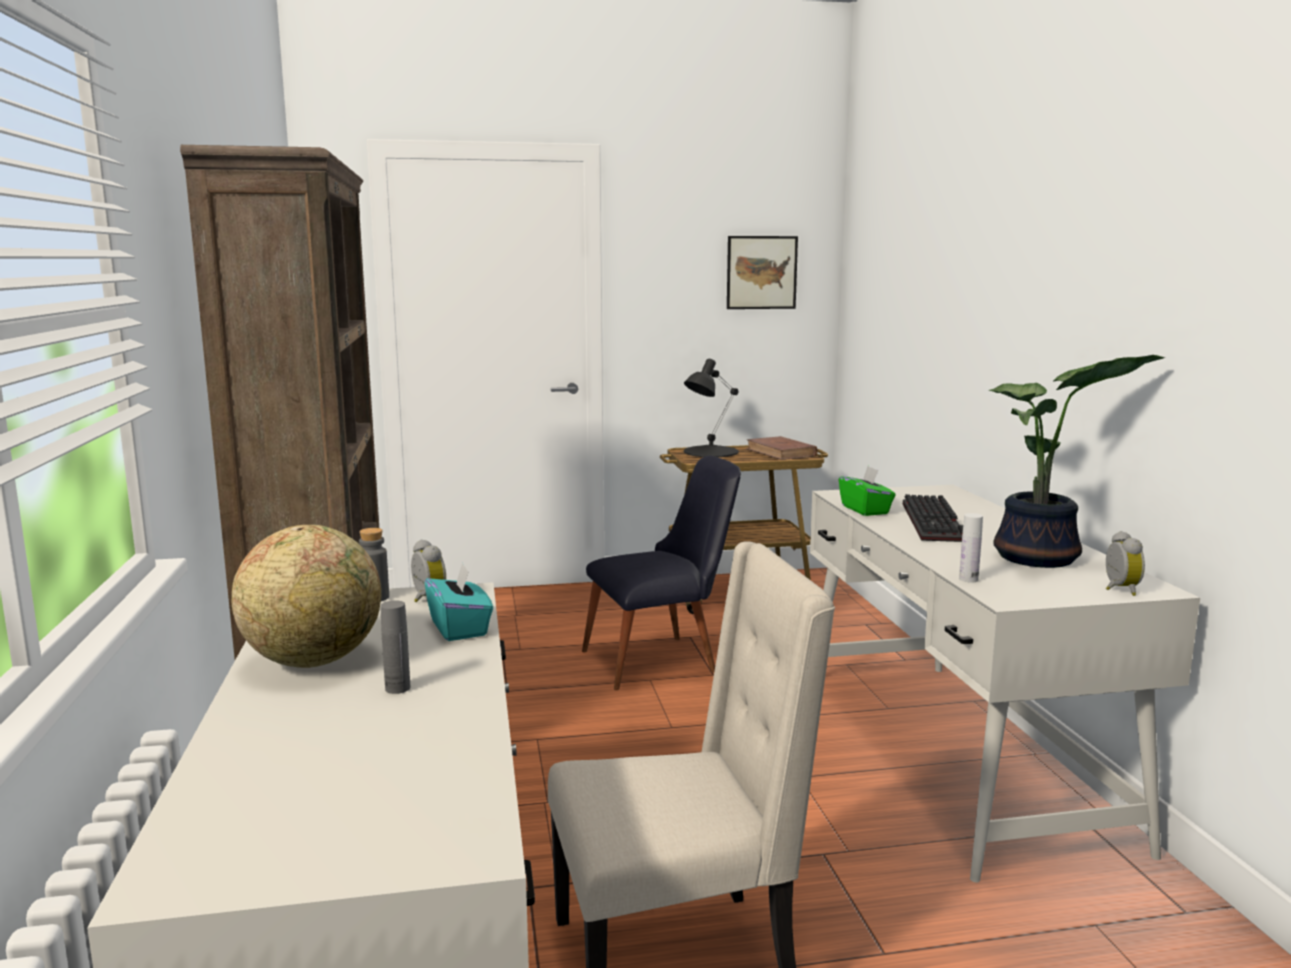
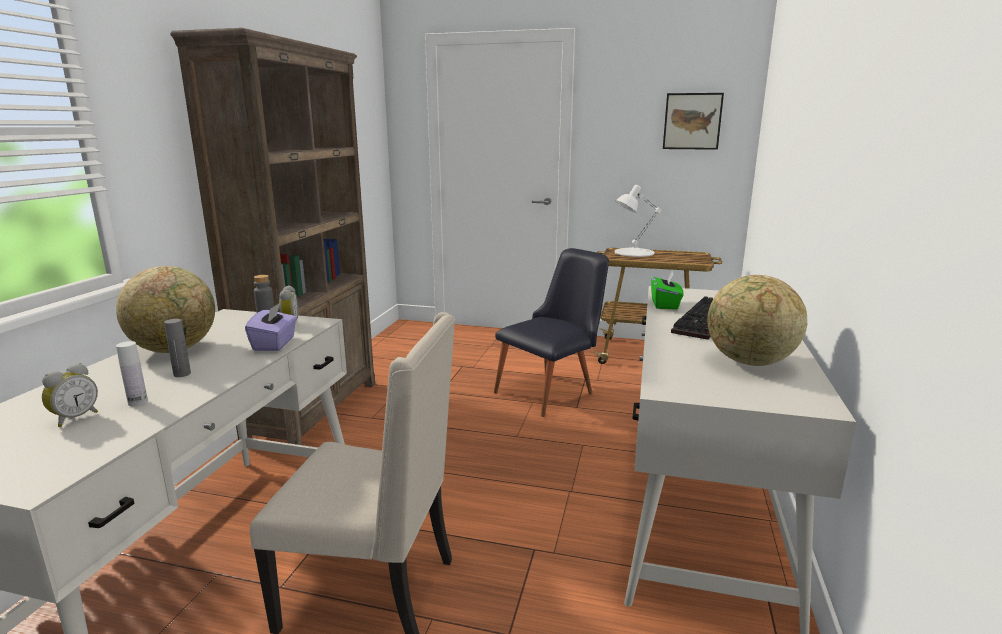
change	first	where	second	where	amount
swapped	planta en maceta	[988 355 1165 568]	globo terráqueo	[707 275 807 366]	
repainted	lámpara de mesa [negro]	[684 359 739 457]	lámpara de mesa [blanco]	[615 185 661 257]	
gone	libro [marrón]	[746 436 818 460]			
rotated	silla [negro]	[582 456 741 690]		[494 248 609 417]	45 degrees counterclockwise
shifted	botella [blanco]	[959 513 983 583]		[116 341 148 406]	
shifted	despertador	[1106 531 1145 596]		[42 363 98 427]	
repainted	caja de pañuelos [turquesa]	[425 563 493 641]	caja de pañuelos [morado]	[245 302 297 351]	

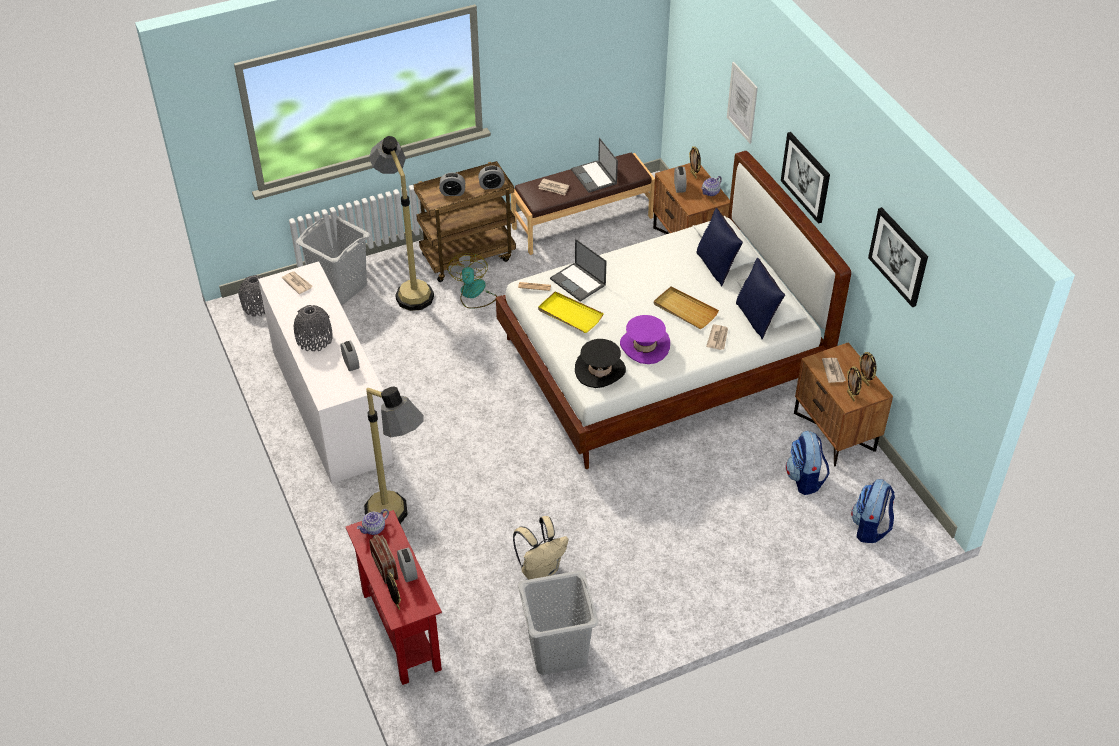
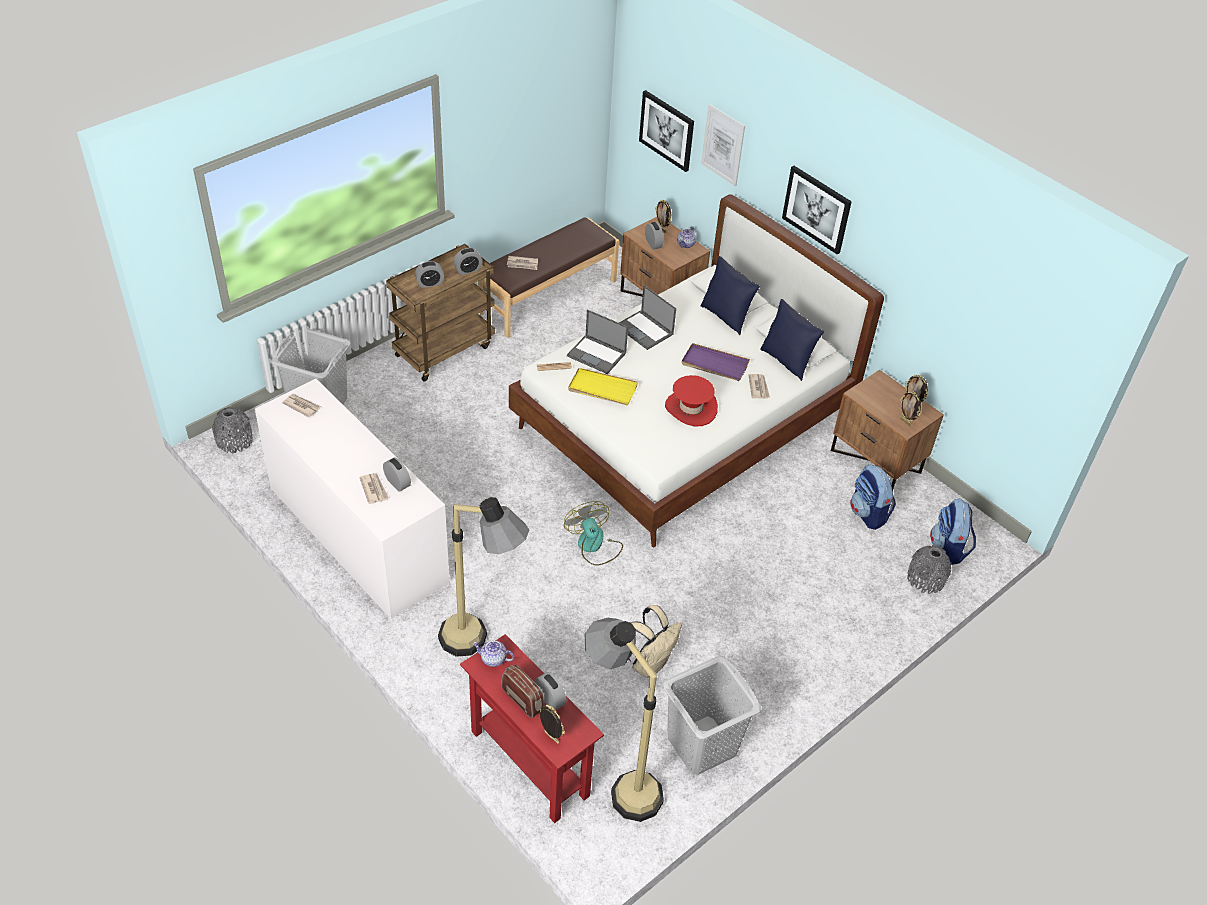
change	first	where	second	where	amount
shifted	lámpara de pie	[369 136 434 311]		[585 618 664 822]	
shifted	portátil	[571 138 618 193]		[619 285 676 350]	
shifted	cuadro	[868 207 928 307]		[639 90 694 172]	
shifted	ventilador	[447 253 497 309]		[564 501 623 566]	
repainted	bandeja [beis]	[654 287 719 329]	bandeja [morado]	[682 343 750 381]	
shifted	florero [gris]	[294 305 333 351]		[907 545 951 594]	
repainted	sombrero [morado]	[620 315 670 364]	sombrero [rojo]	[665 375 718 427]	
gone	sombrero [negro]	[575 339 626 388]			
shifted	periódico	[822 358 846 383]		[359 473 389 504]	
rotated	tetera	[357 509 389 535]		[473 640 514 667]	75 degrees clockwise

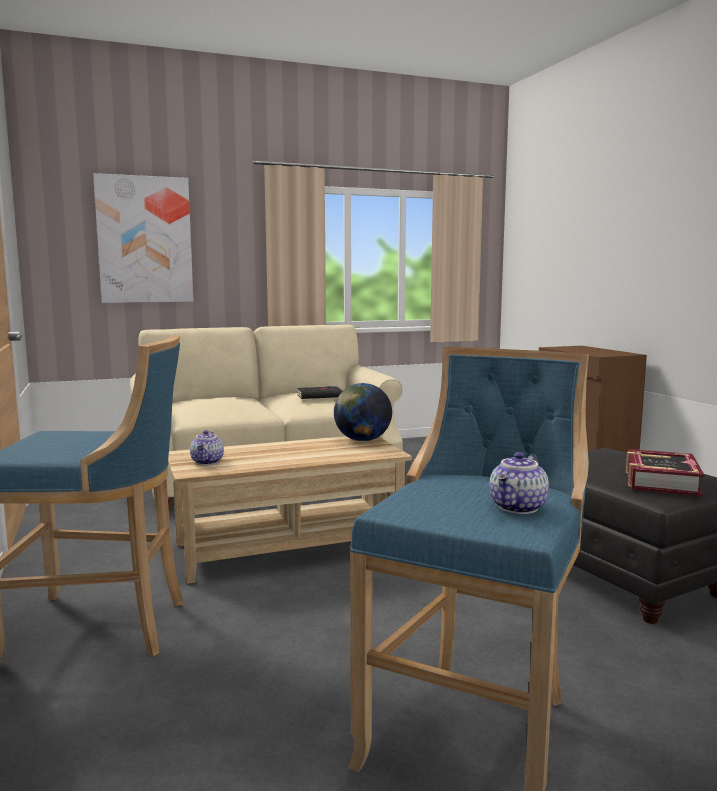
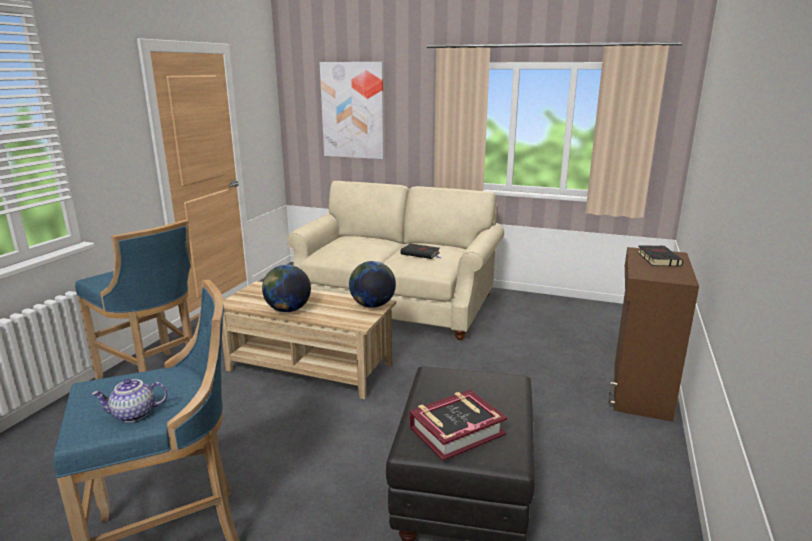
change	first	where	second	where	amount
gone	tetera	[190 430 224 465]			
new			libro [negro]	[638 245 683 267]	
new			globo terráqueo	[262 265 311 312]	

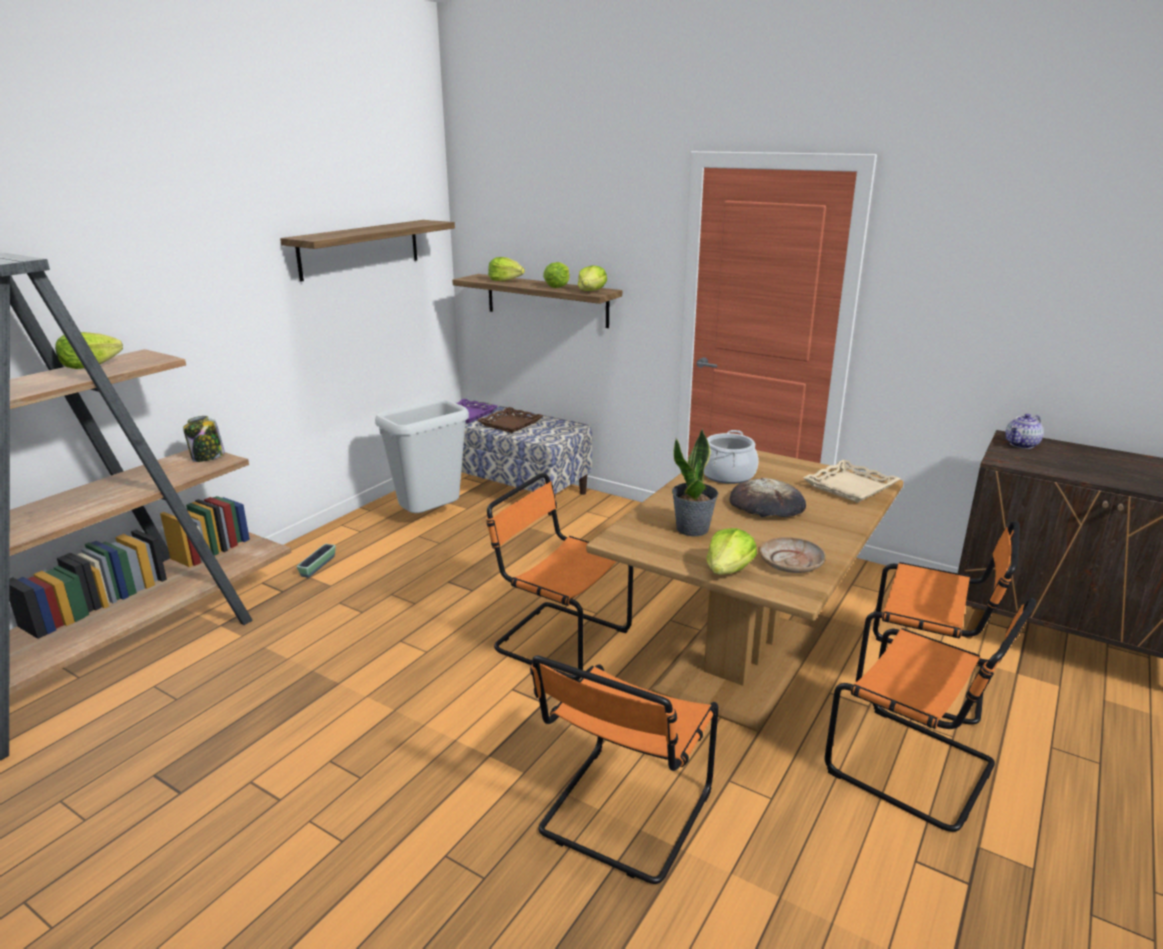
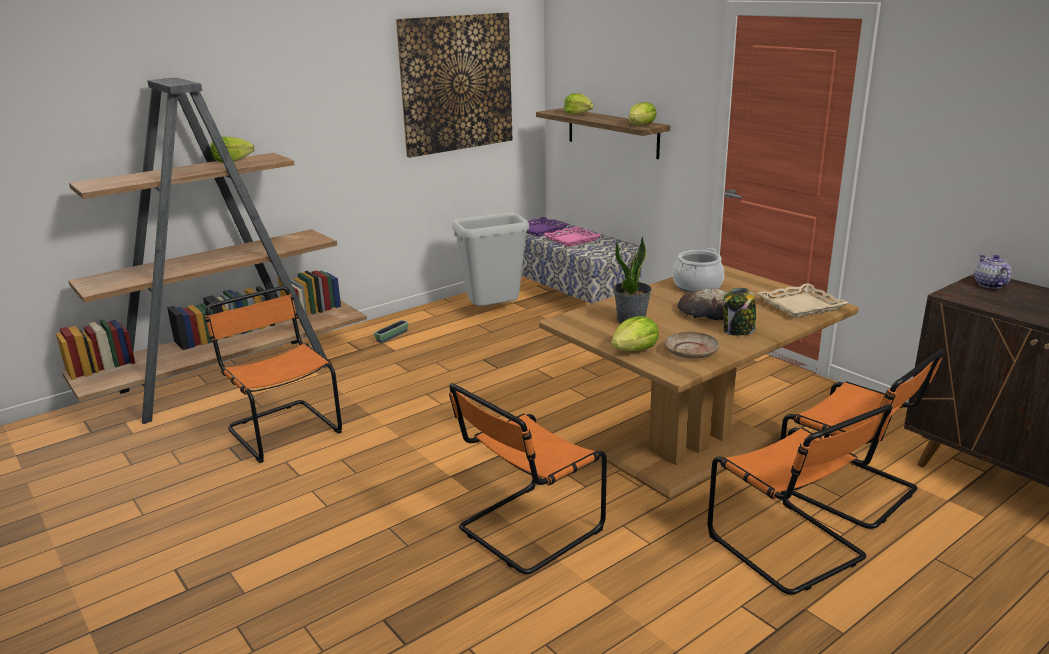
change	first	where	second	where	amount
swapped	estante	[280 220 455 282]	cuadro	[396 13 512 158]	
gone	lechuga	[543 262 569 288]			
repainted	bandeja [marrón]	[477 407 543 433]	bandeja [rosa]	[544 226 601 247]	
rotated	tetera	[1005 414 1044 449]		[974 255 1012 289]	105 degrees clockwise
shifted	tarro	[183 416 225 462]		[723 288 756 336]	
shifted	silla [naranja]	[486 473 633 682]		[205 286 342 463]	

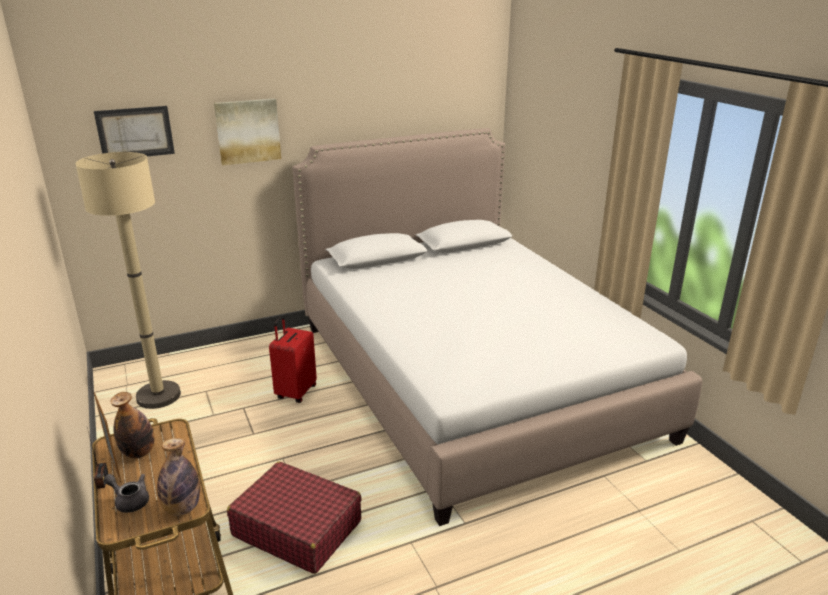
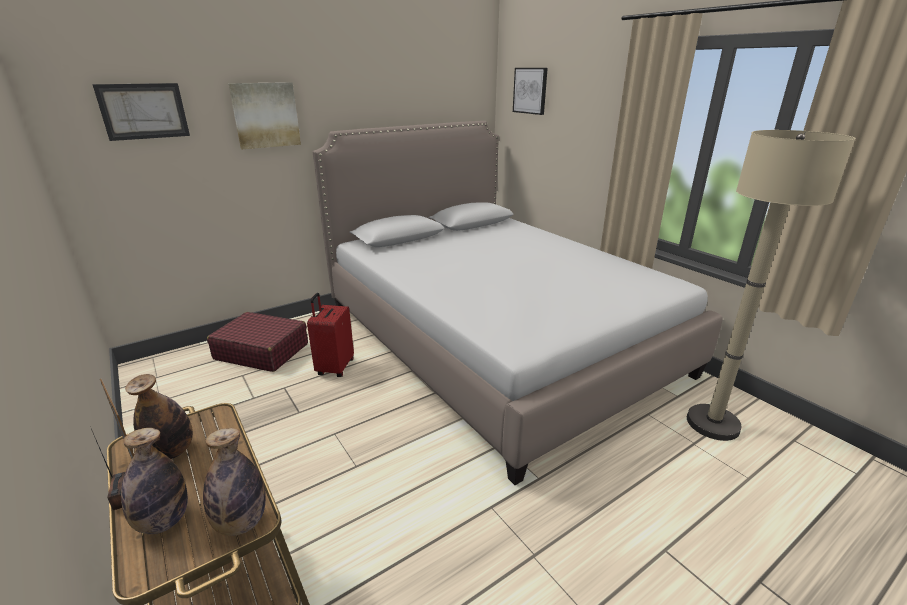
change	first	where	second	where	amount
shifted	lámpara de pie [beis]	[76 152 181 409]		[687 130 855 441]	
shifted	maleta [rojo]	[227 462 362 574]		[207 312 308 372]	
swapped	tetera [gris]	[104 474 149 513]	botella	[121 428 188 534]	
new			cuadro	[513 68 548 115]	

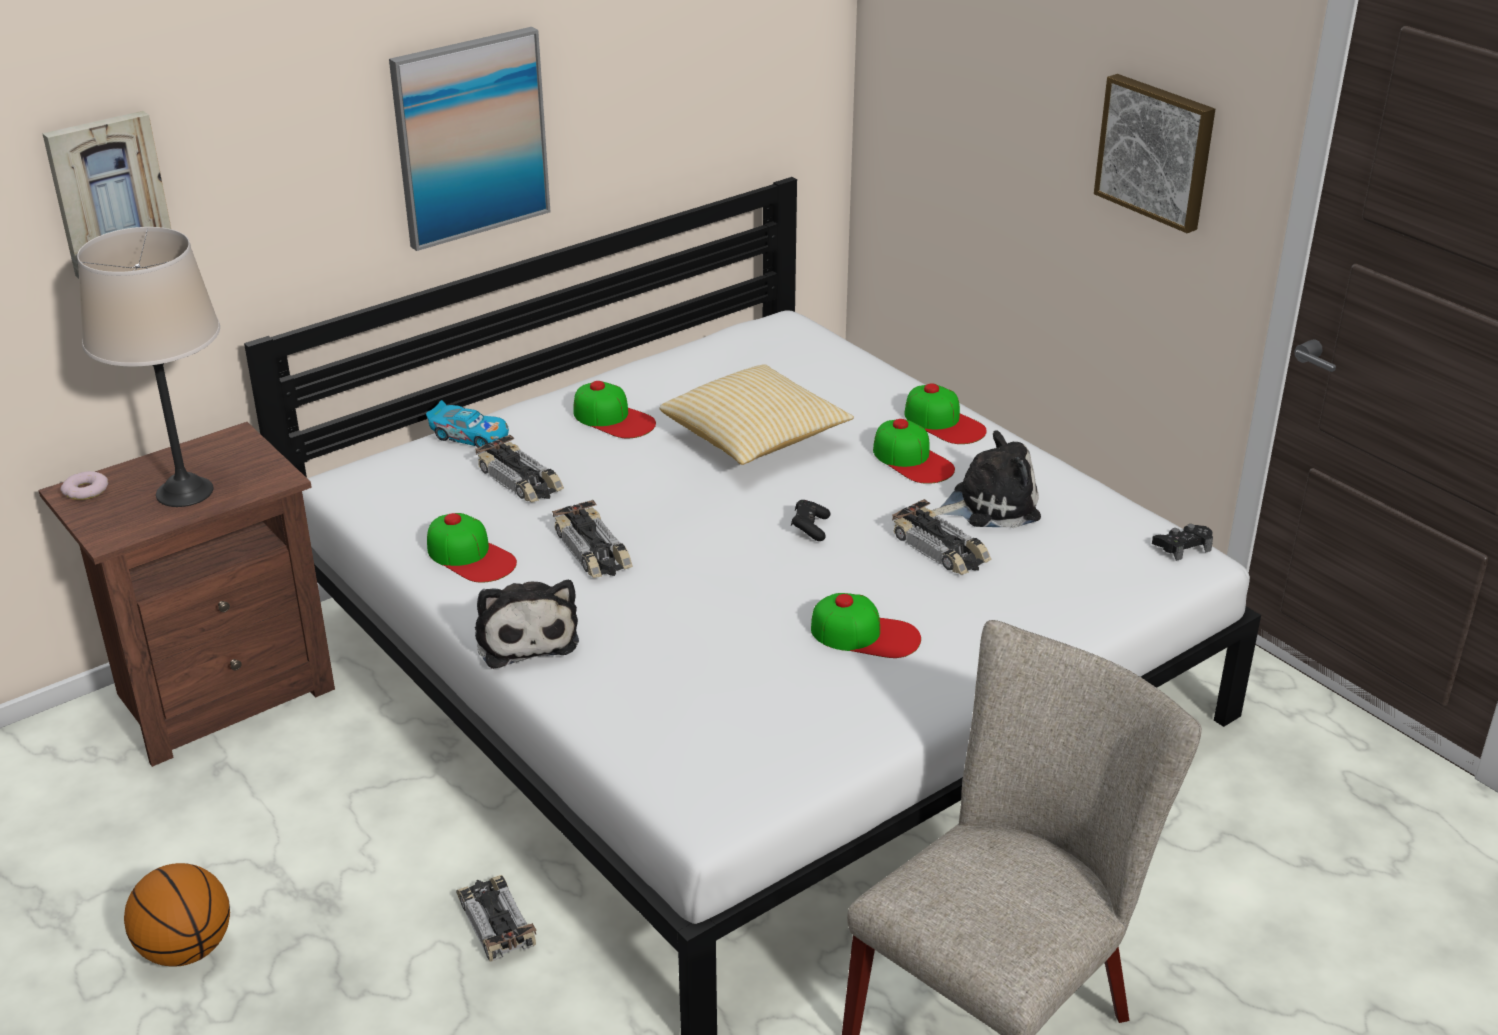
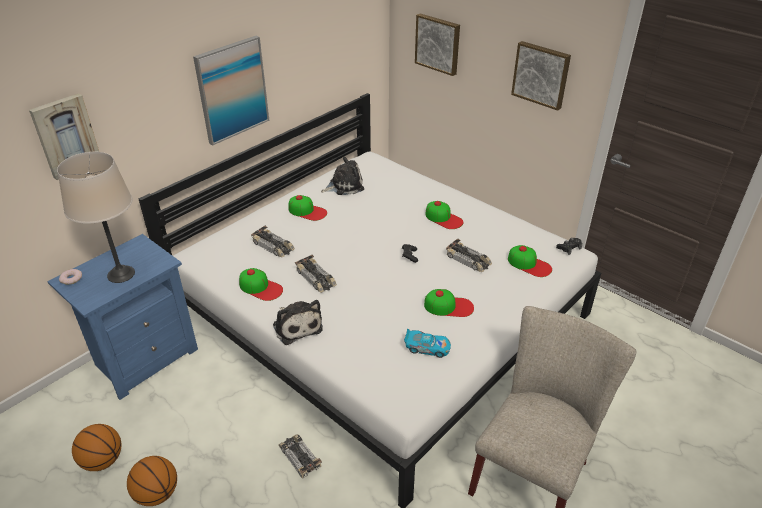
change	first	where	second	where	amount
gone	cojín	[660 364 854 465]			
shifted	gorra	[904 384 987 444]		[508 245 552 277]	
shifted	coche de juguete	[426 400 509 448]		[404 329 451 358]	
repainted	mesita de noche [marrón]	[38 422 335 767]	mesita de noche [azul]	[47 234 198 400]	
shifted	peluche	[932 430 1041 528]		[321 156 364 195]	
new			cuadro	[415 13 460 76]	
new			balón de baloncesto	[72 424 122 471]	

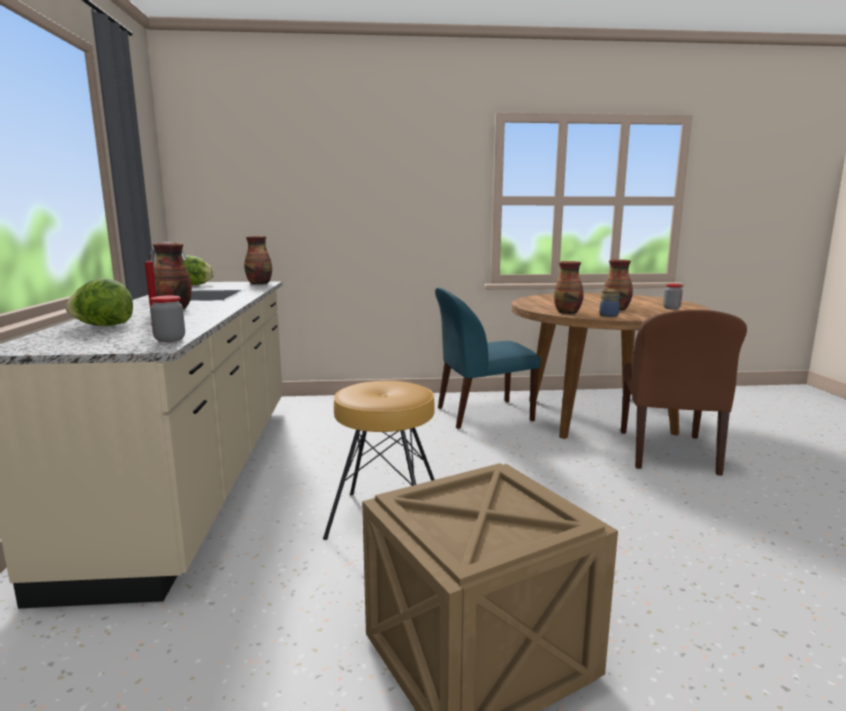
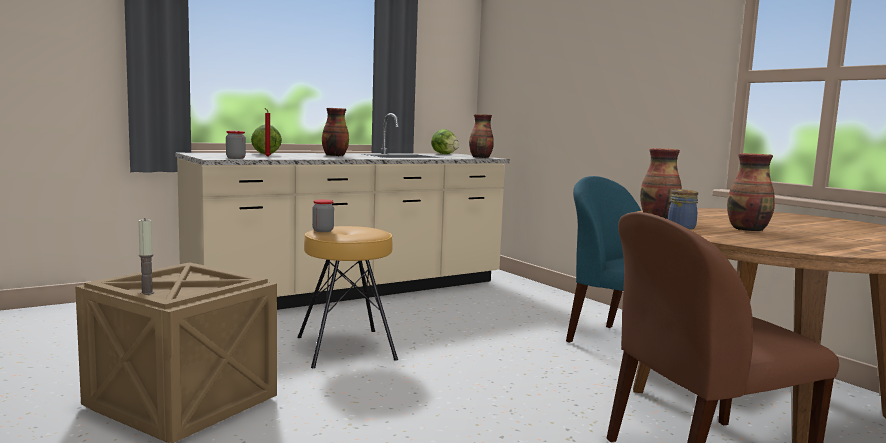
change	first	where	second	where	amount
shifted	tarro	[663 284 683 309]		[312 199 334 232]	
new			vela	[138 219 154 295]	

